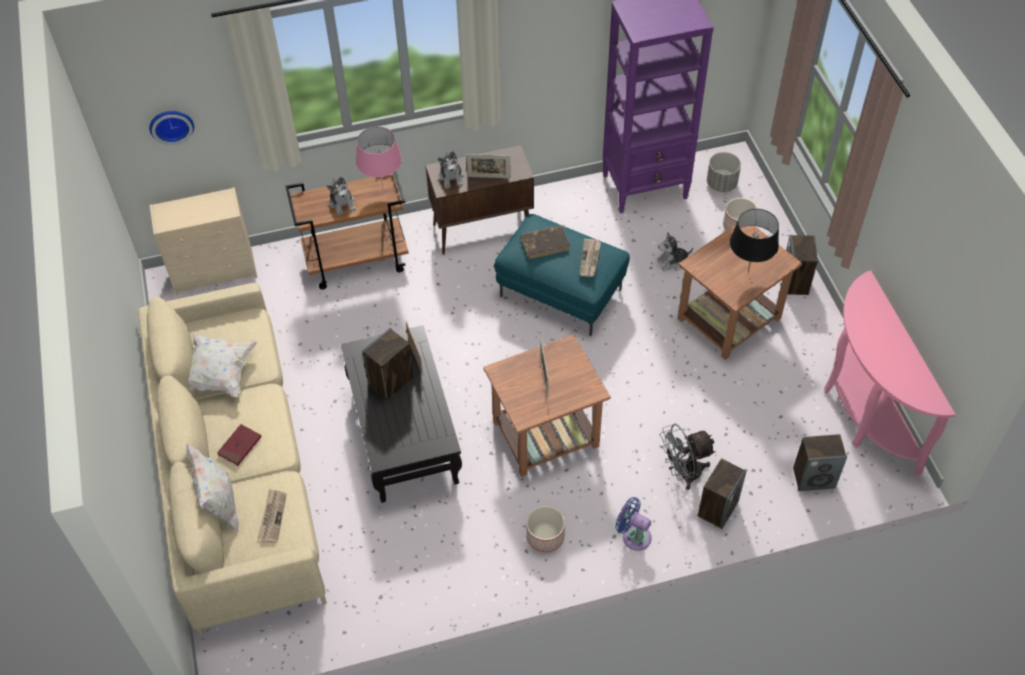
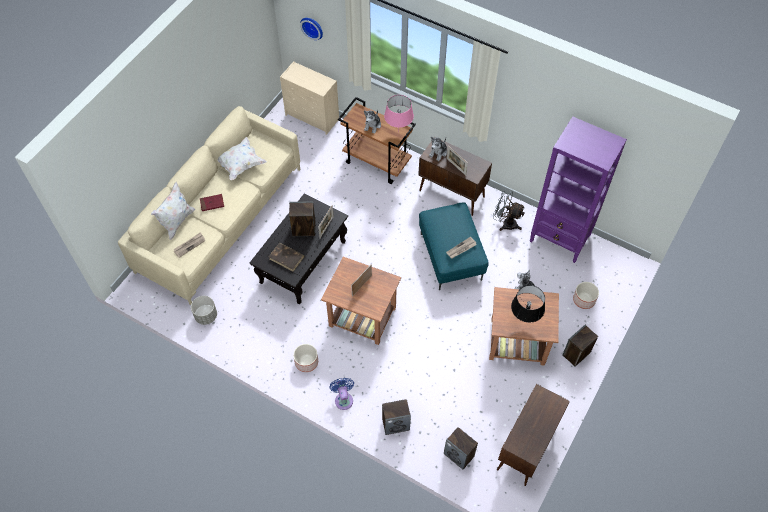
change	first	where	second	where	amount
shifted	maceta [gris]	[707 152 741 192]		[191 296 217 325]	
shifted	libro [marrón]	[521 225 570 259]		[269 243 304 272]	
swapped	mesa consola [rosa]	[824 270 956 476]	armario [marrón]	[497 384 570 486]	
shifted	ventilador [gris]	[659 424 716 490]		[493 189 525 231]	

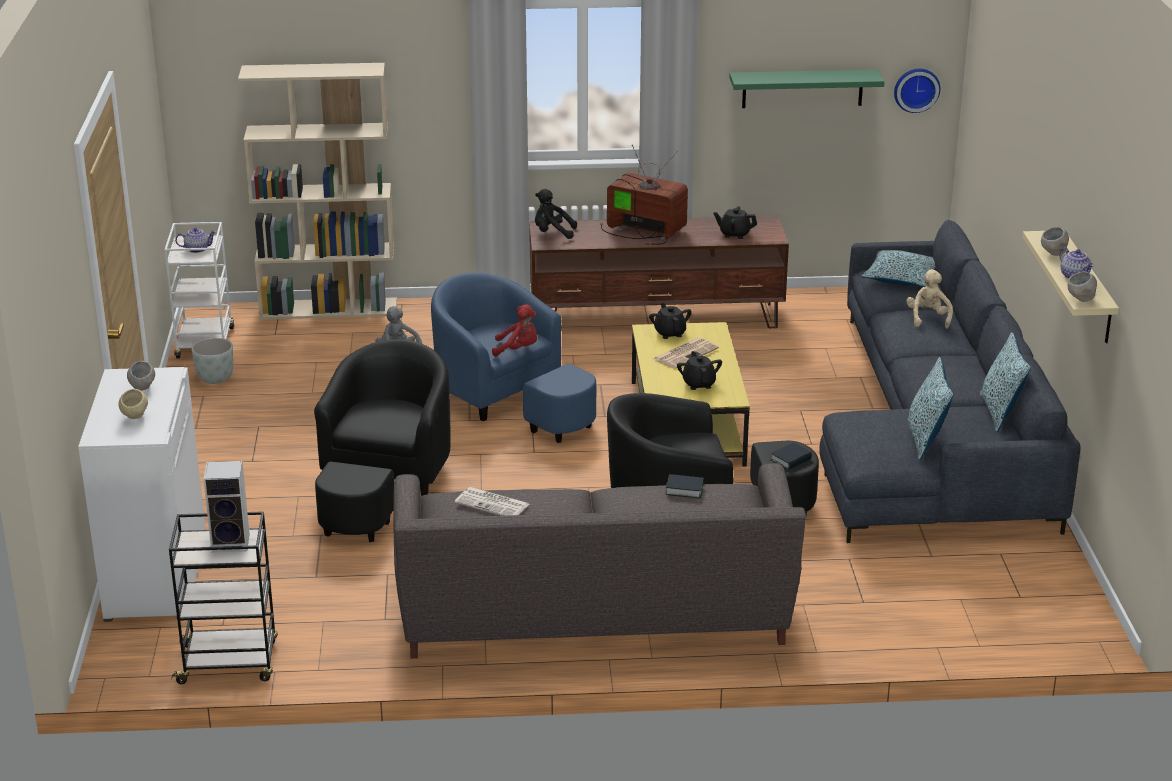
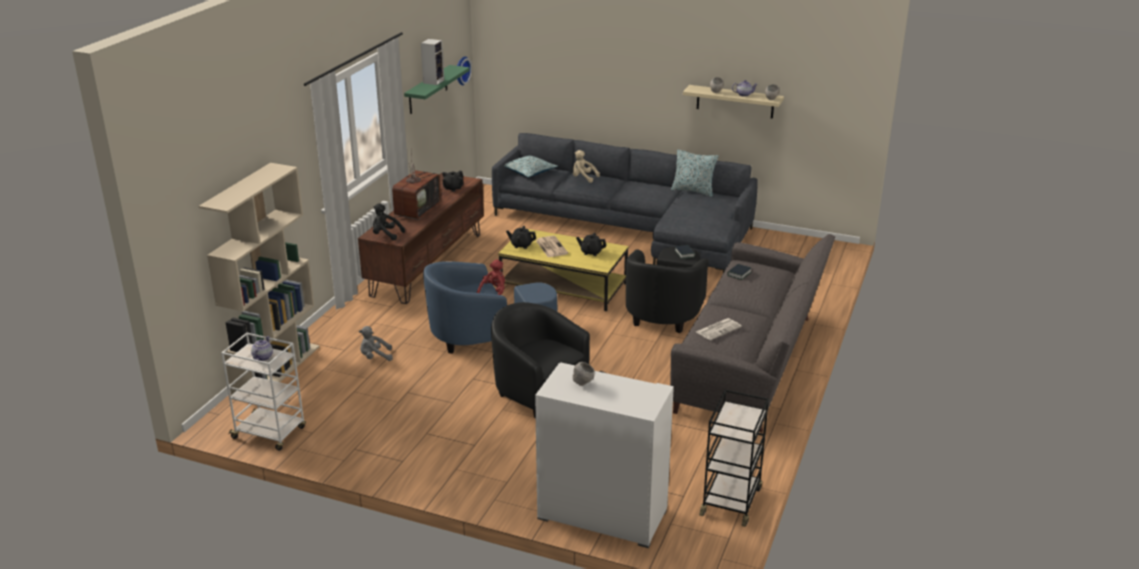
change	first	where	second	where	amount
rotated	televisor	[600 145 688 245]		[392 148 441 220]	150 degrees clockwise
rotated	peluche [negro]	[535 189 577 239]		[373 203 405 240]	75 degrees clockwise
gone	maceta [gris]	[191 338 233 384]			
gone	cojín	[908 357 953 460]			
gone	cuenco [beis]	[119 389 148 419]			
shifted	altavoz	[204 461 250 553]		[421 39 444 85]	

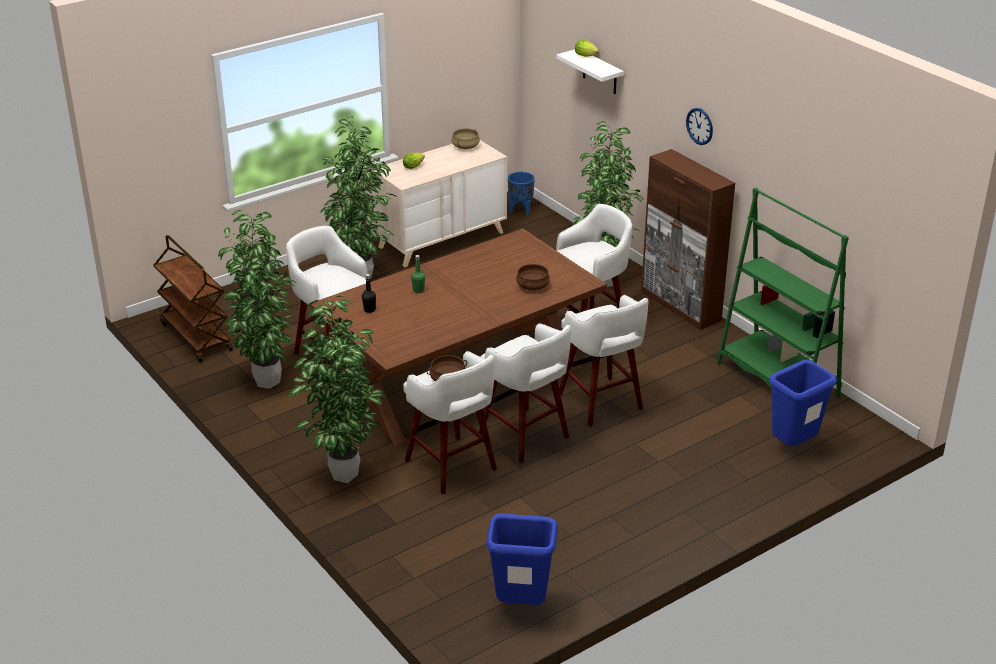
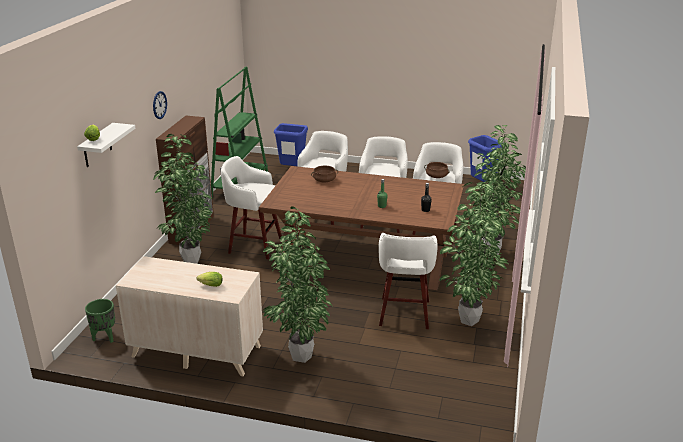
change	first	where	second	where	amount
gone	olla [beis]	[452 128 480 149]			
repainted	maceta [azul]	[508 172 535 215]	maceta [verde]	[85 299 115 343]	
gone	carrito [marrón]	[153 235 233 362]			

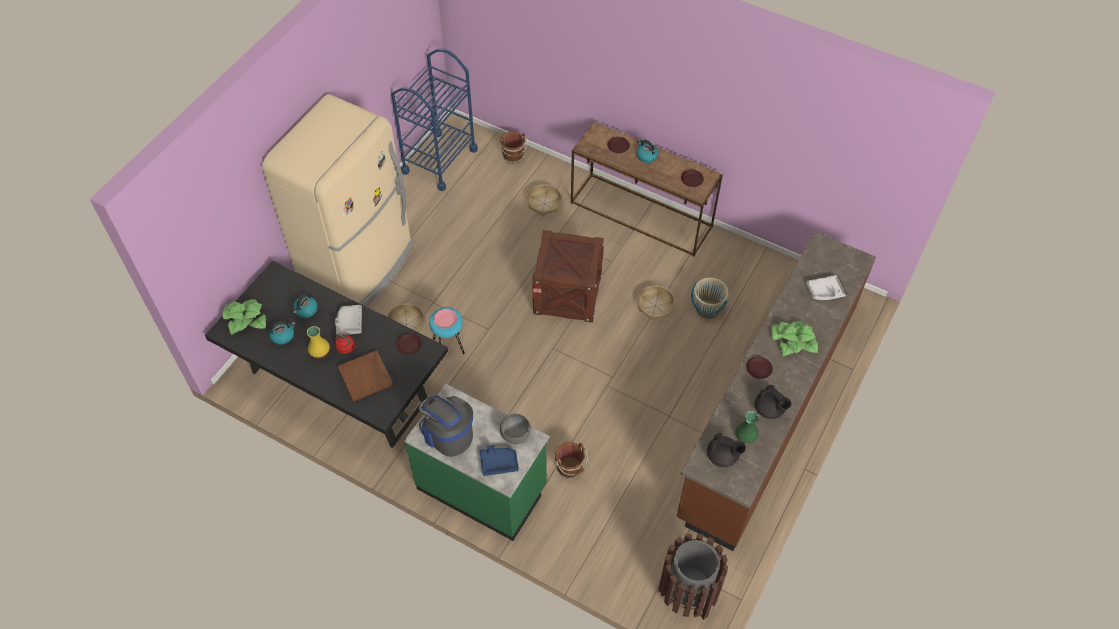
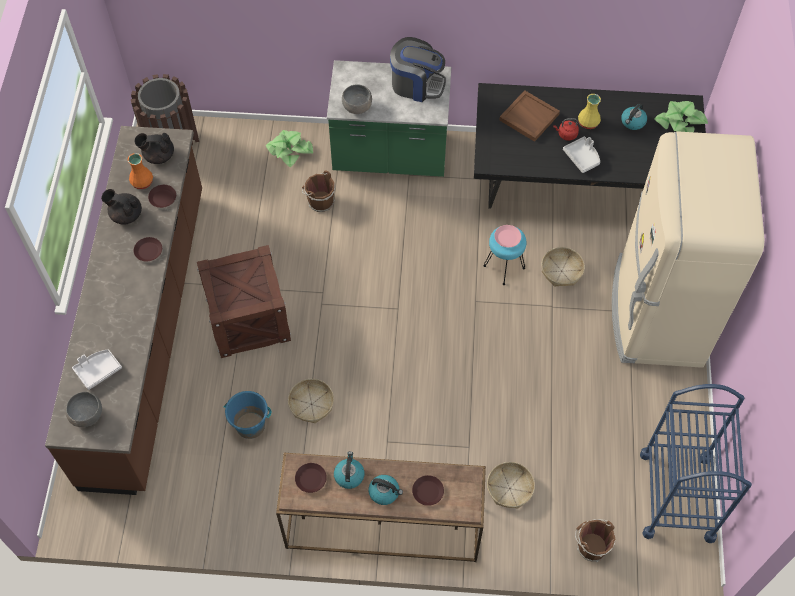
change	first	where	second	where	amount
shifted	caja de embalaje	[532 230 604 323]		[197 245 291 358]	
repainted	cubo [beis]	[691 278 729 319]	cubo [azul]	[223 391 271 439]	
shifted	hervidor	[293 293 318 318]		[334 451 365 489]	
shifted	planta en maceta	[771 321 818 357]		[266 130 313 167]	
shifted	plato [marrón]	[396 333 421 354]		[148 185 176 208]	
repainted	florero [verde]	[735 411 759 444]	florero [naranja]	[128 153 153 189]	
gone	bandeja [azul]	[479 445 519 476]			
new			cuenco [gris]	[65 392 102 427]	

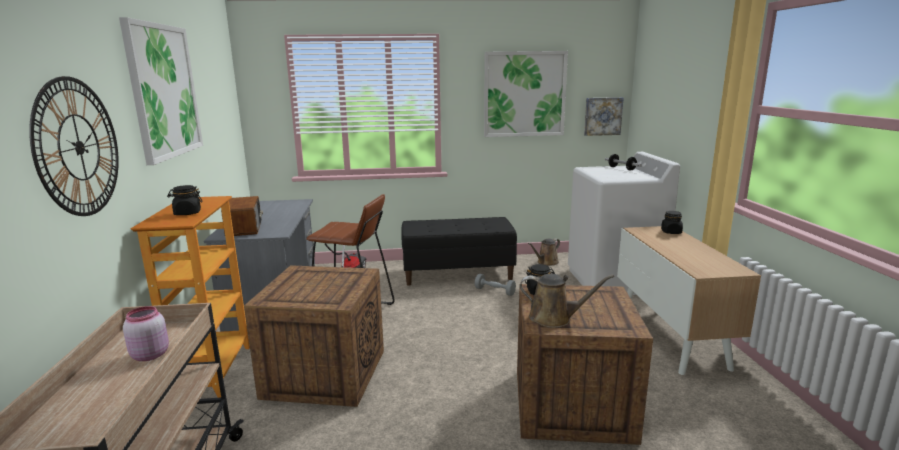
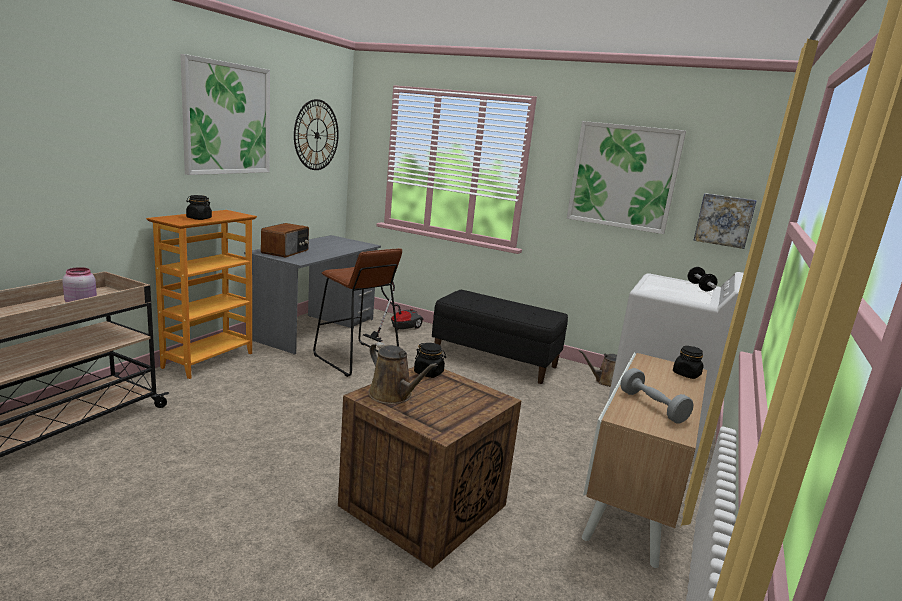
change	first	where	second	where	amount
shifted	reloj de pared	[29 76 119 216]		[294 99 339 170]	
gone	caja de embalaje	[244 265 384 407]			
shifted	mancuerna [gris]	[475 274 516 296]		[621 368 693 423]	

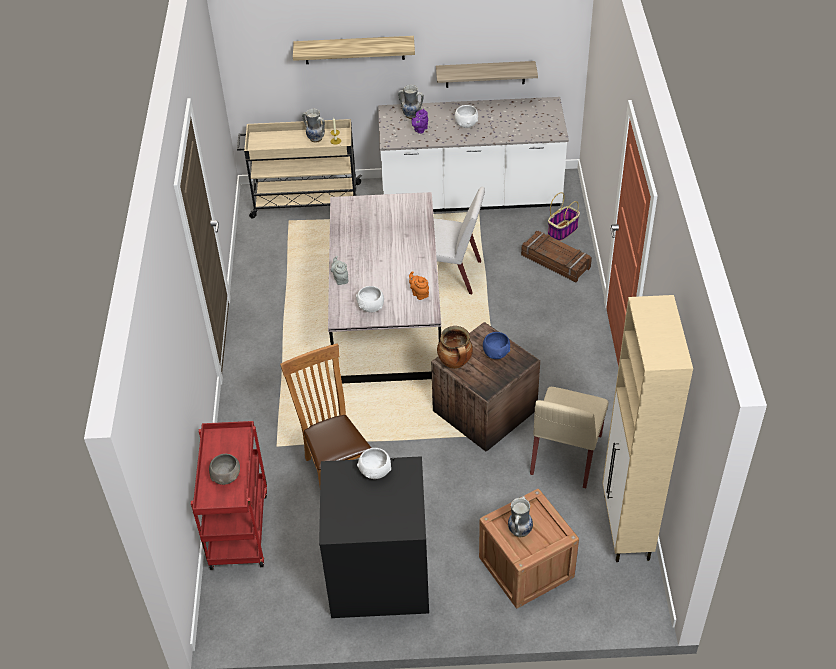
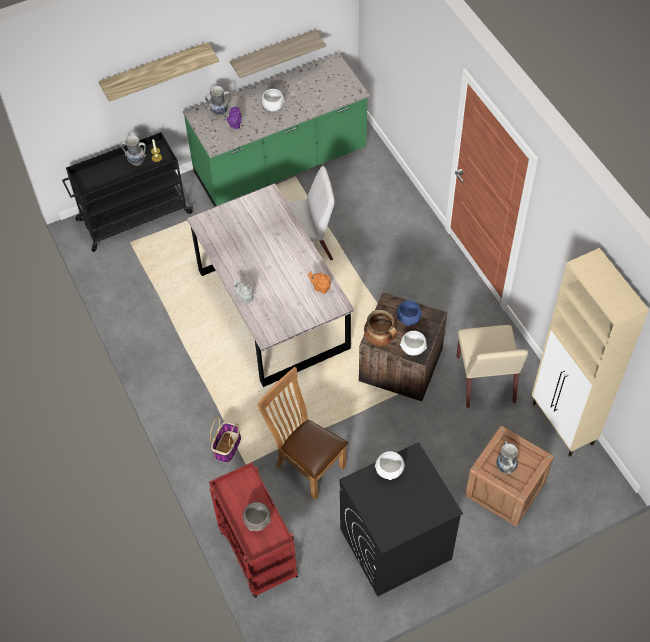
change	first	where	second	where	amount
repainted	mueble bajo de cocina [blanco]	[378 97 569 212]	mueble bajo de cocina [verde]	[183 53 370 206]	
repainted	carrito [beis]	[237 119 362 219]	carrito [negro]	[62 132 193 252]	
shifted	cesta	[548 192 580 241]		[210 417 241 463]	
gone	caja de embalaje	[521 231 592 282]			
shifted	cuenco [blanco]	[356 286 384 313]		[400 331 427 356]	

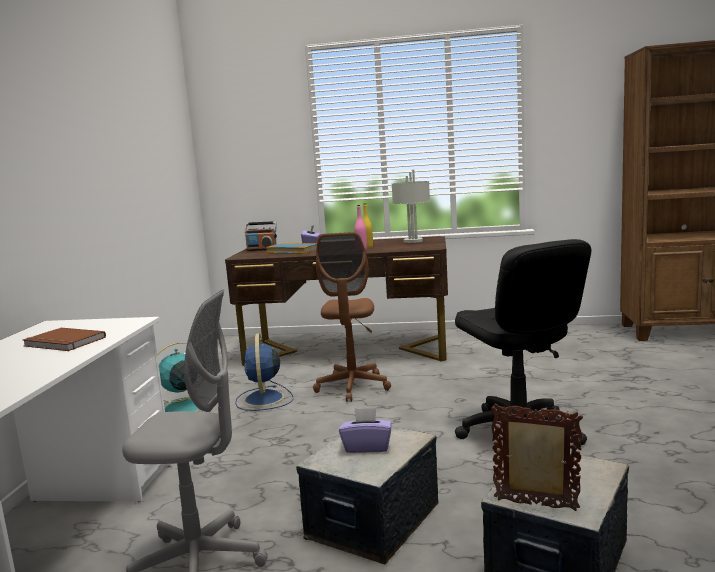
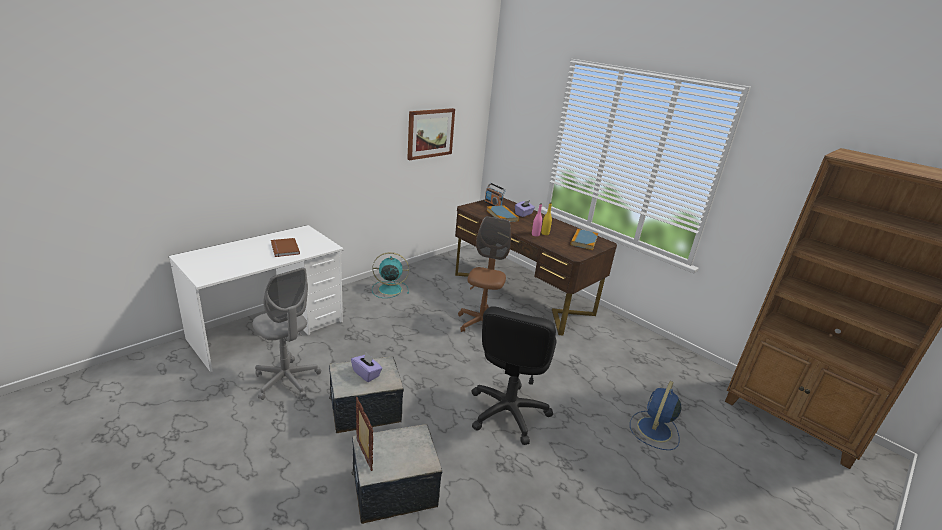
change	first	where	second	where	amount
swapped	lámpara de mesa [gris]	[392 170 430 243]	libro	[570 229 598 250]	
rotated	silla de oficina [marrón]	[313 232 391 402]		[458 216 511 332]	150 degrees clockwise
shifted	ventilador [azul]	[235 333 293 411]		[630 381 681 450]	
new			cuadro	[407 108 455 160]	

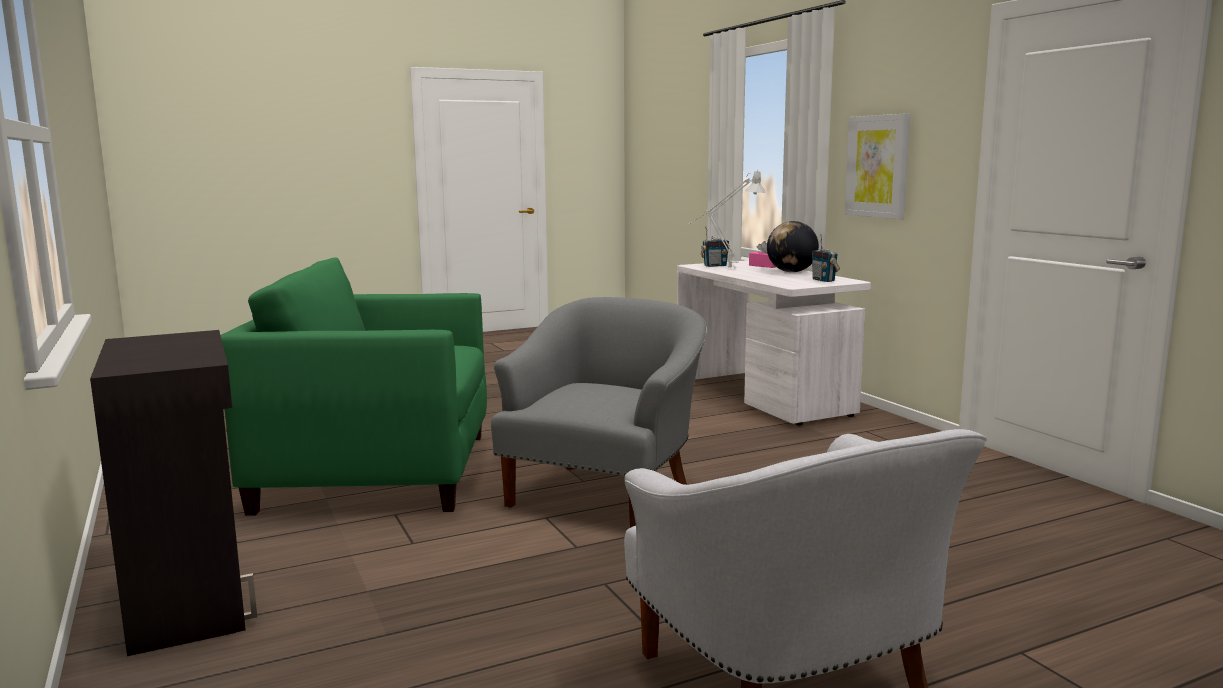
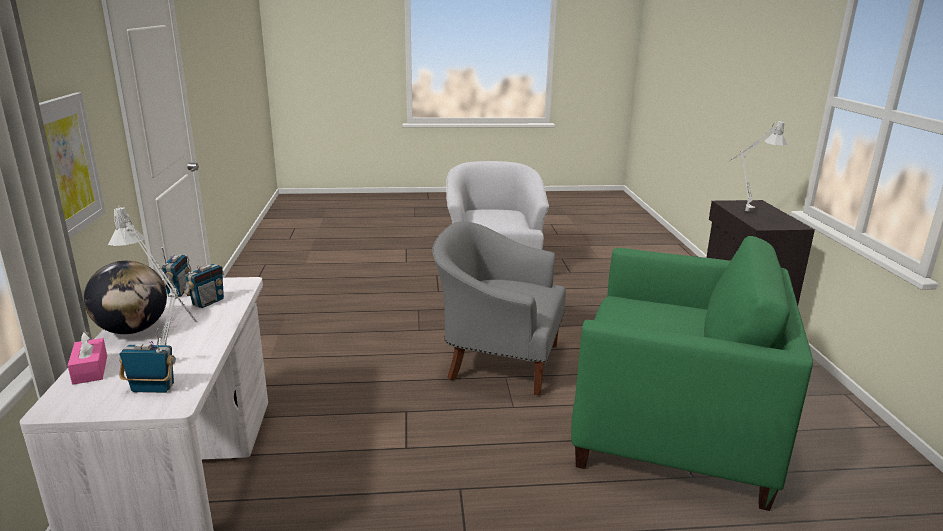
change	first	where	second	where	amount
rotated	sillón [gris]	[491 297 707 528]		[432 221 566 396]	60 degrees clockwise
new			lámpara de mesa [gris]	[728 120 787 211]	
new			radio	[184 255 224 308]	

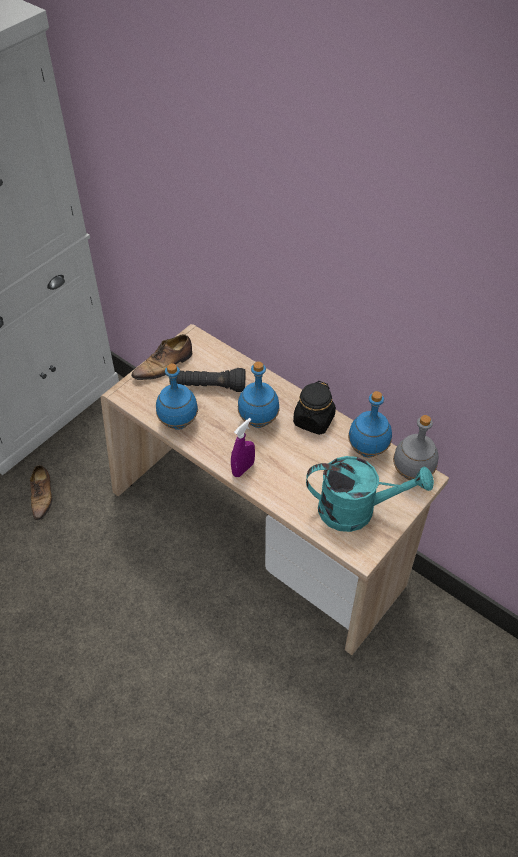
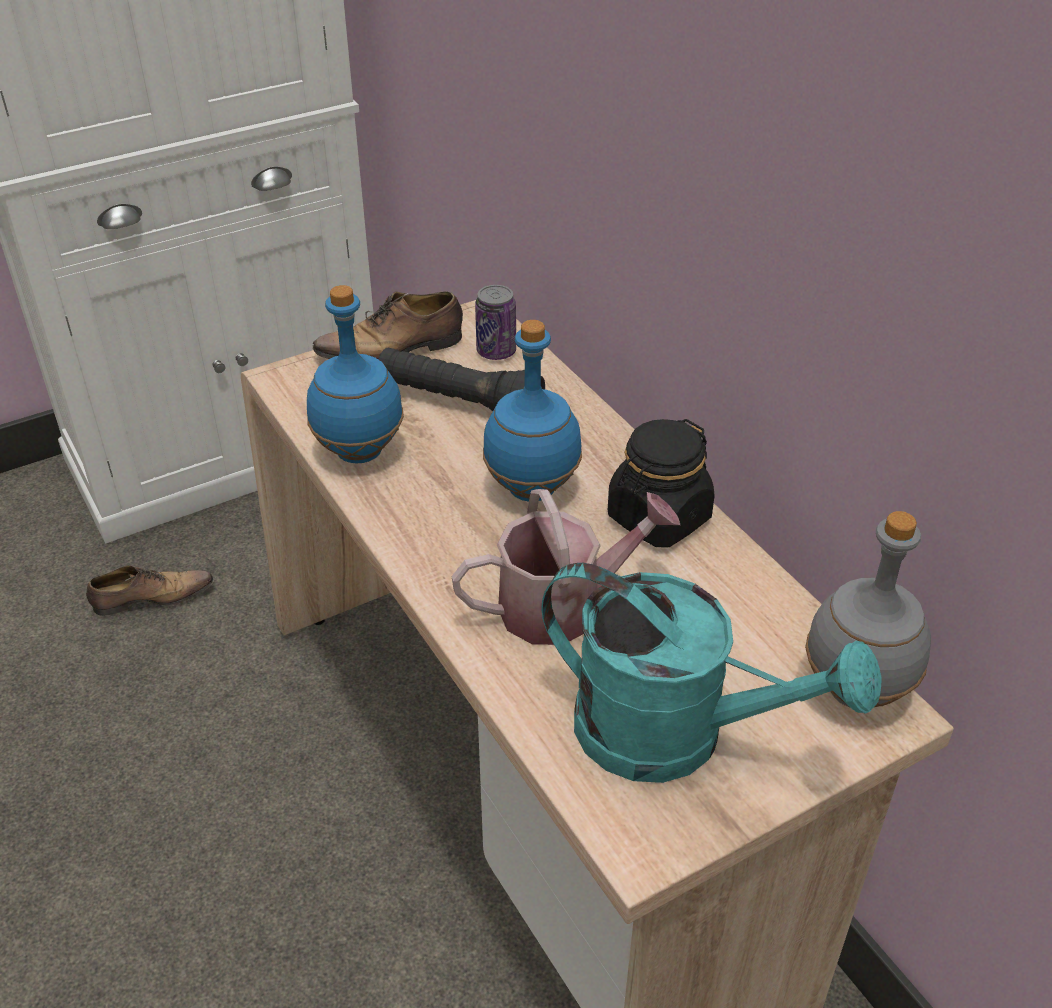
change	first	where	second	where	amount
gone	botella [azul]	[348 391 392 457]			
gone	pulverizador [morado]	[231 418 255 477]			
rotated	zapato	[30 465 52 521]		[86 565 214 616]	120 degrees counterclockwise
new			lata	[475 285 516 360]	
new			regadera	[451 489 680 645]	

